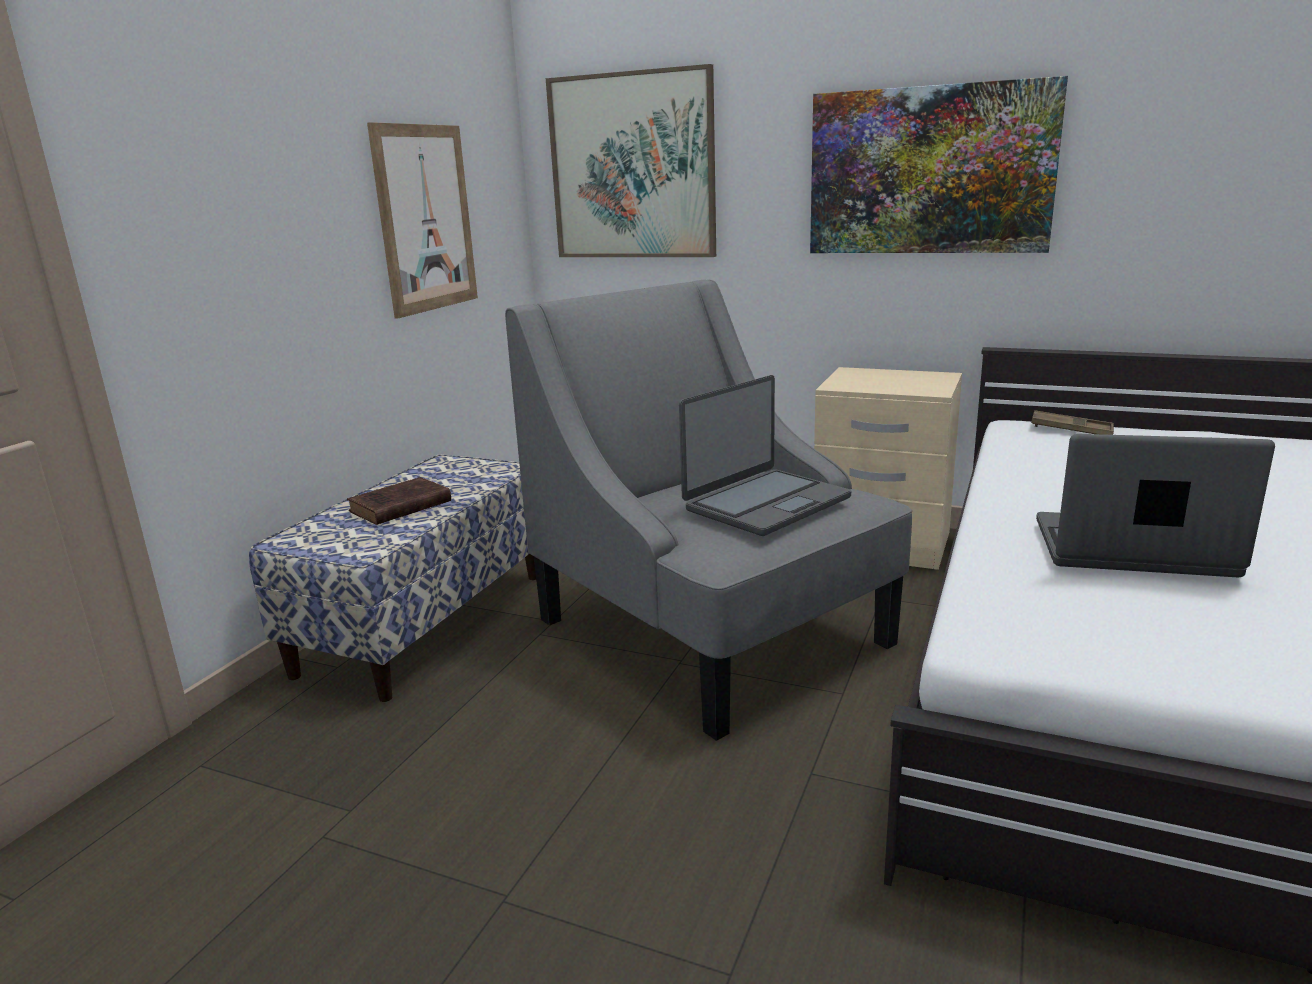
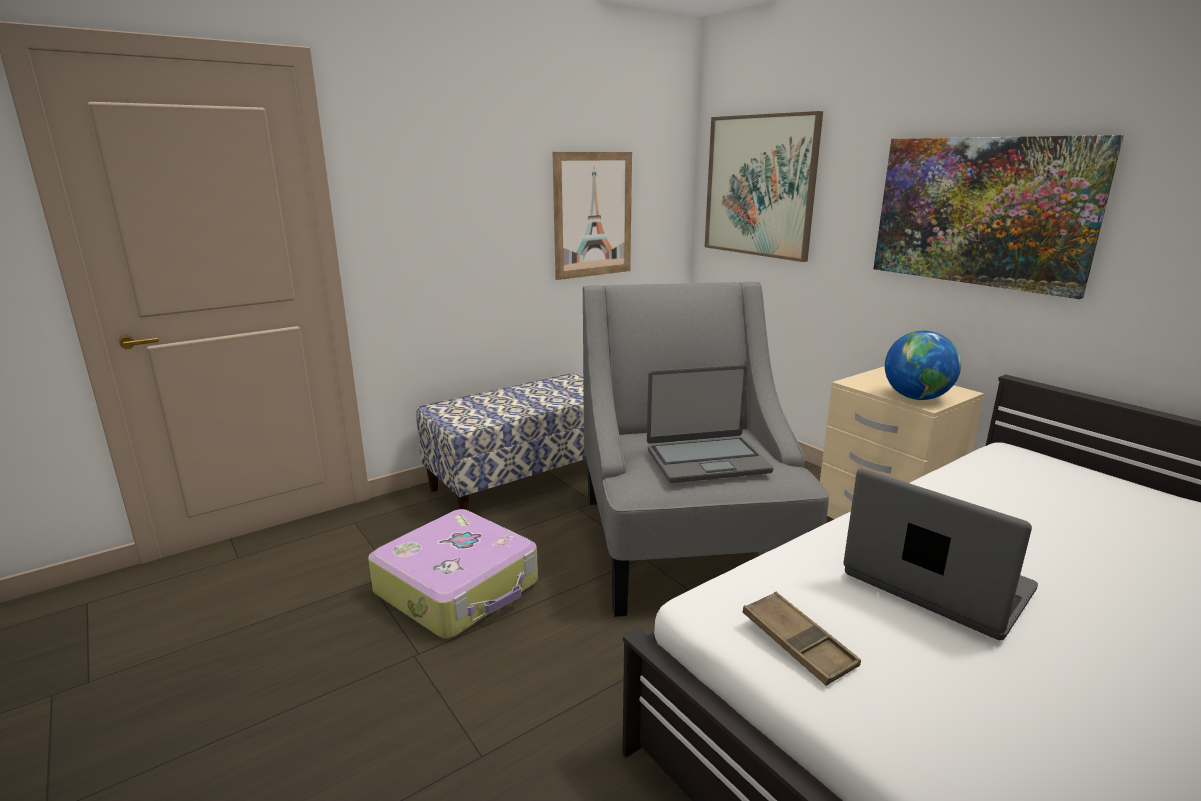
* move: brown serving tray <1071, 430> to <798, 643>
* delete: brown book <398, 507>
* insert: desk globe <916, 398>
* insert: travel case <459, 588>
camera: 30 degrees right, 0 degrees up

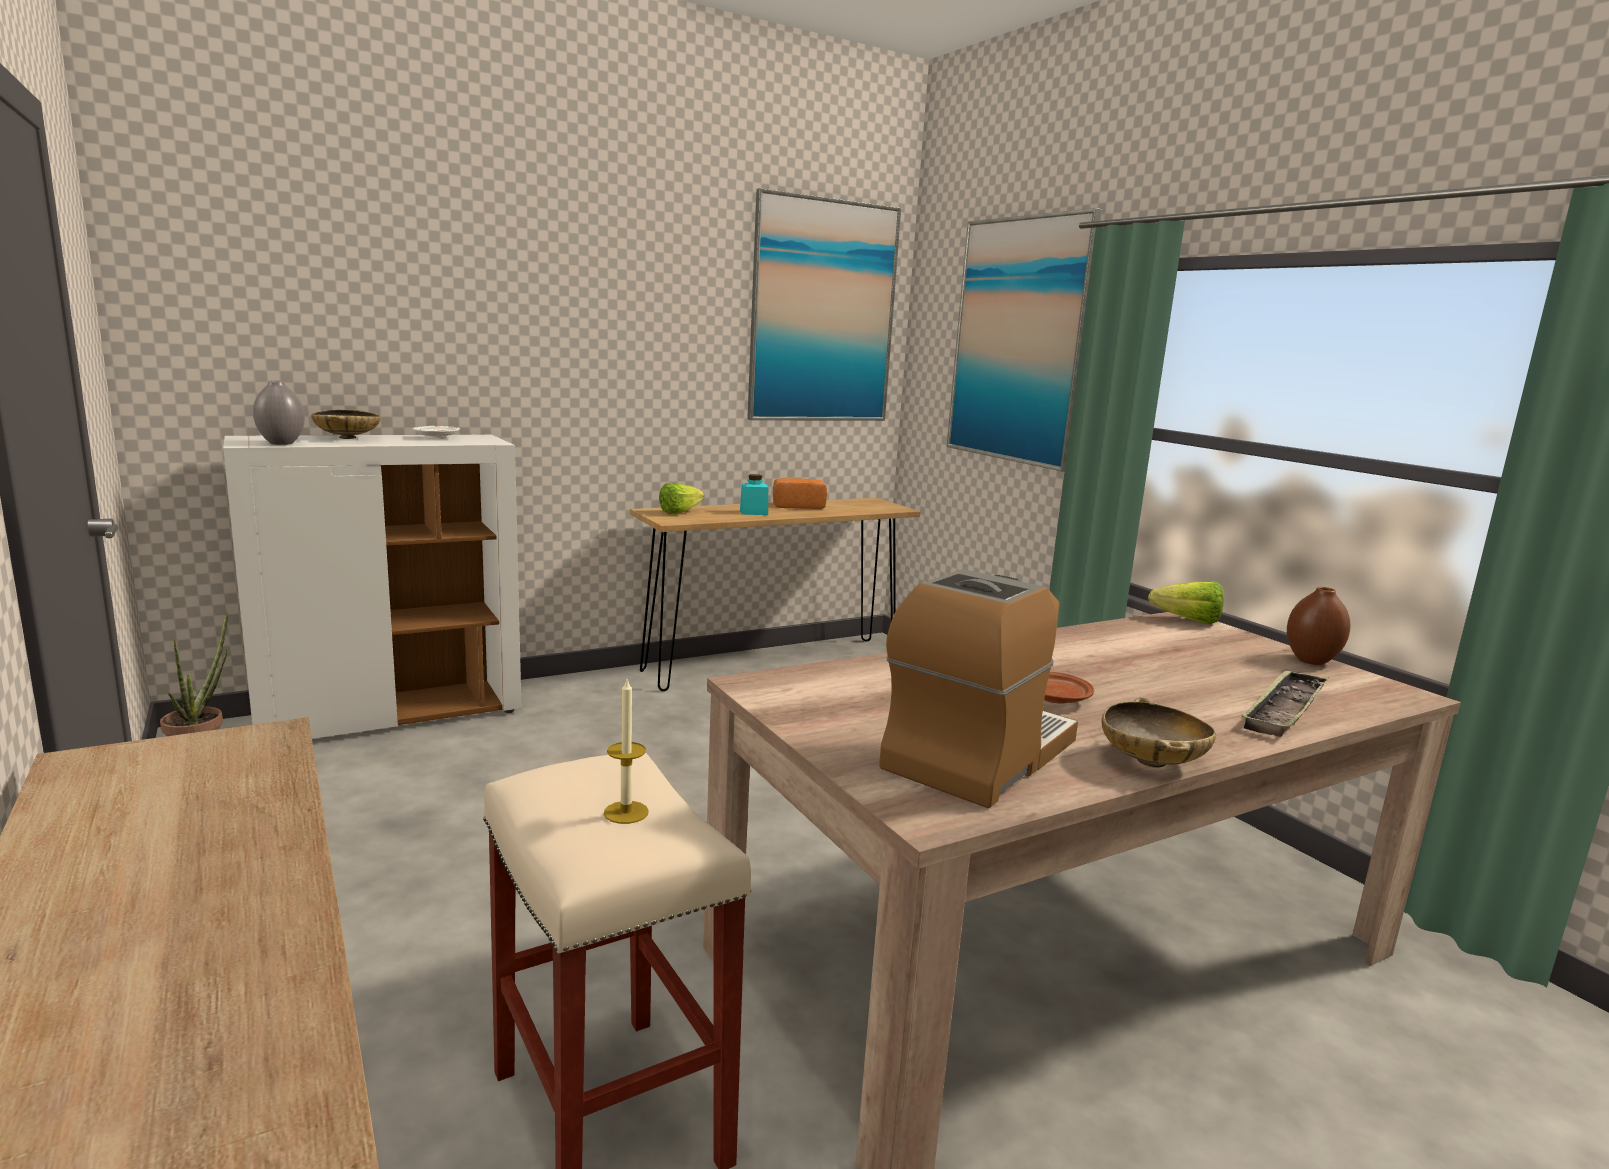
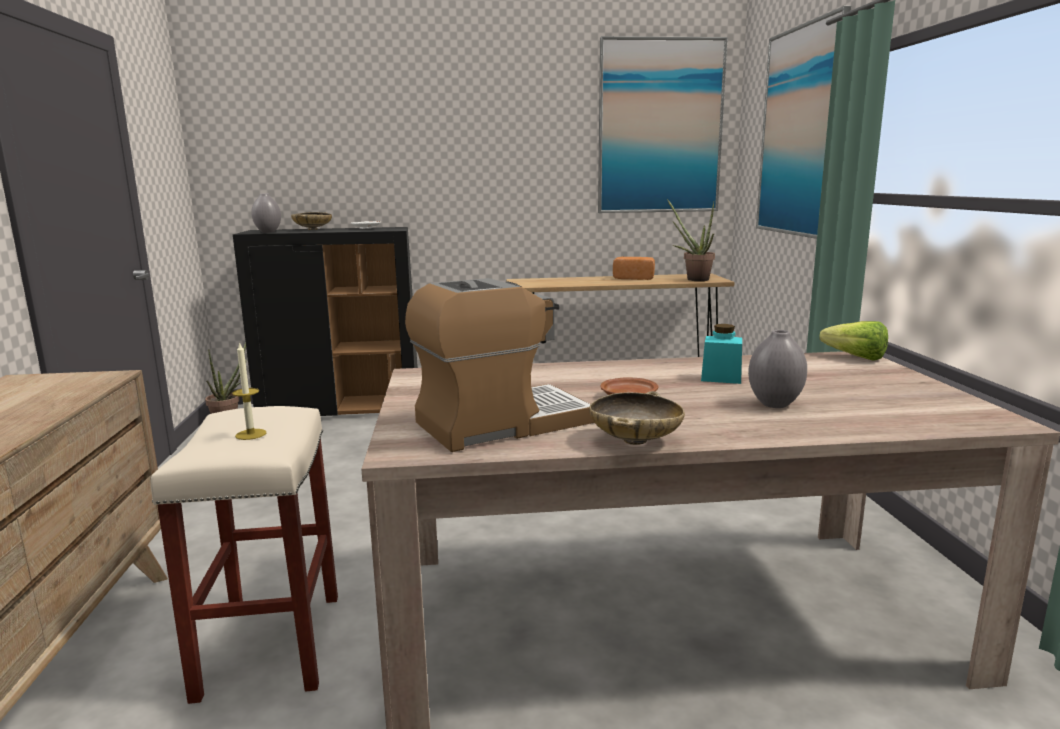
* recolor: whitish cabinet <392, 715> to black-coloured cabinet <342, 410>
* move: blue-green jar <753, 512> to <721, 378>
* delete: lettuce <683, 512>
* delete: brown decorative vase <1311, 661>
* delete: serving tray <1284, 710>
* insert: potted plant <693, 279>
* insert: greyish decorative vase <774, 404>
camera: 25 degrees right, 0 degrees up

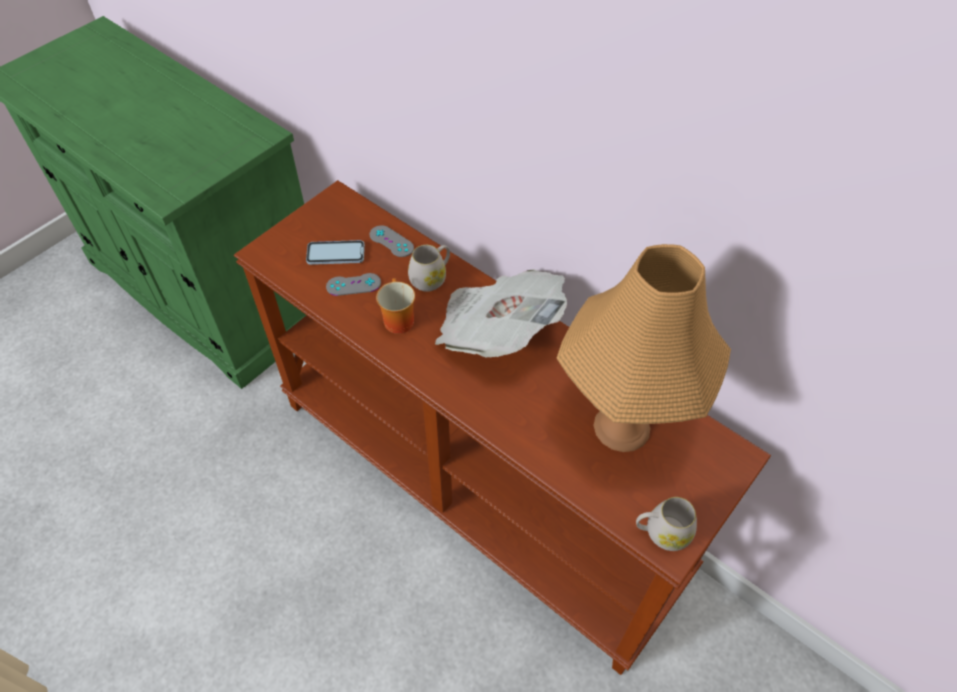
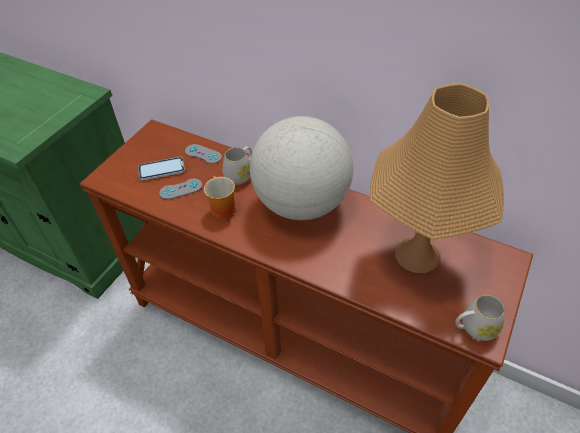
* replace: printed paper <496, 331> to desk globe <301, 203>
camera: 10 degrees left, 5 degrees down

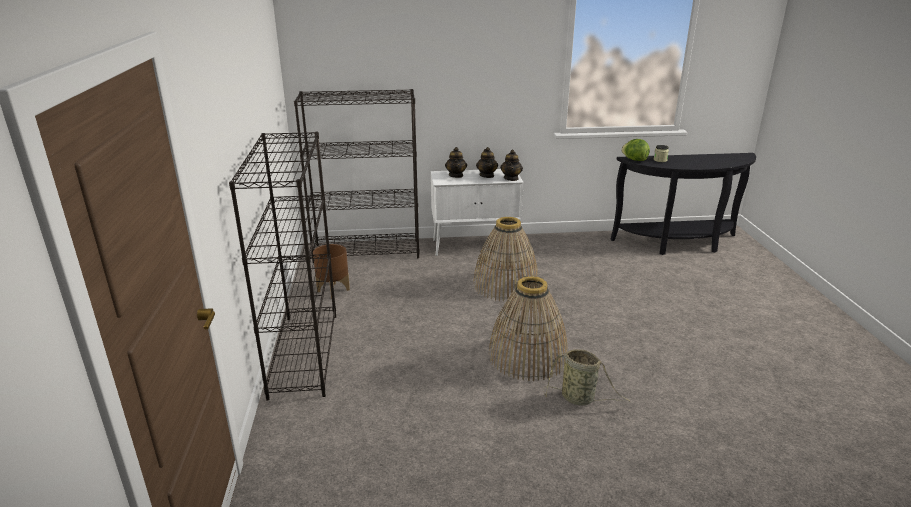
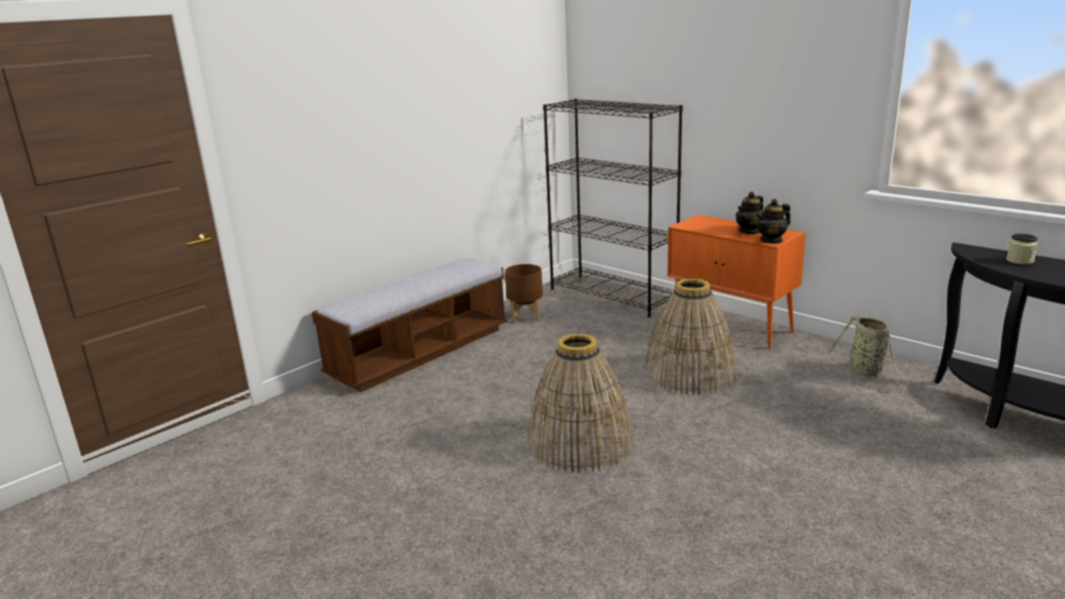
* replace: black-coloured bookcase <304, 353> to long seat <420, 352>
* delete: lettuce <634, 160>
* delete: pot for tea <456, 175>
* recolor: whitish cabinet <475, 246> to orange-coloured cabinet <731, 327>
* move: storage basket <580, 398> to <867, 372>
camera: 50 degrees right, 5 degrees down

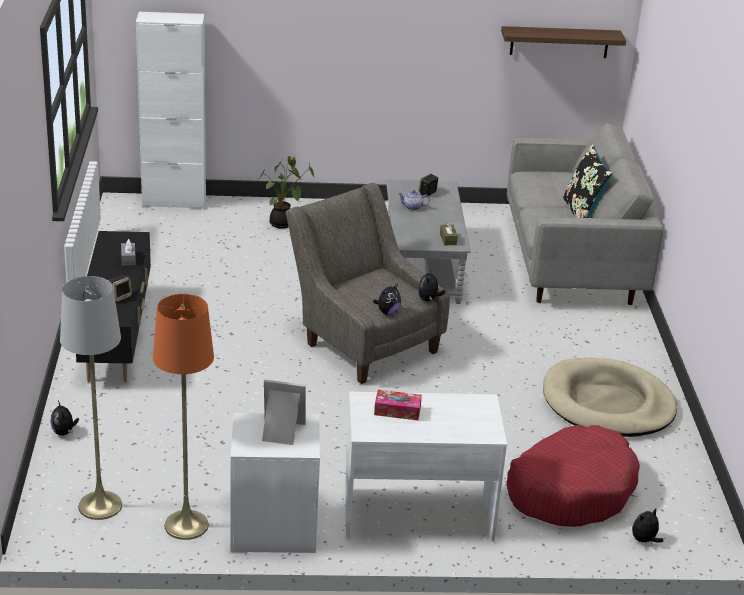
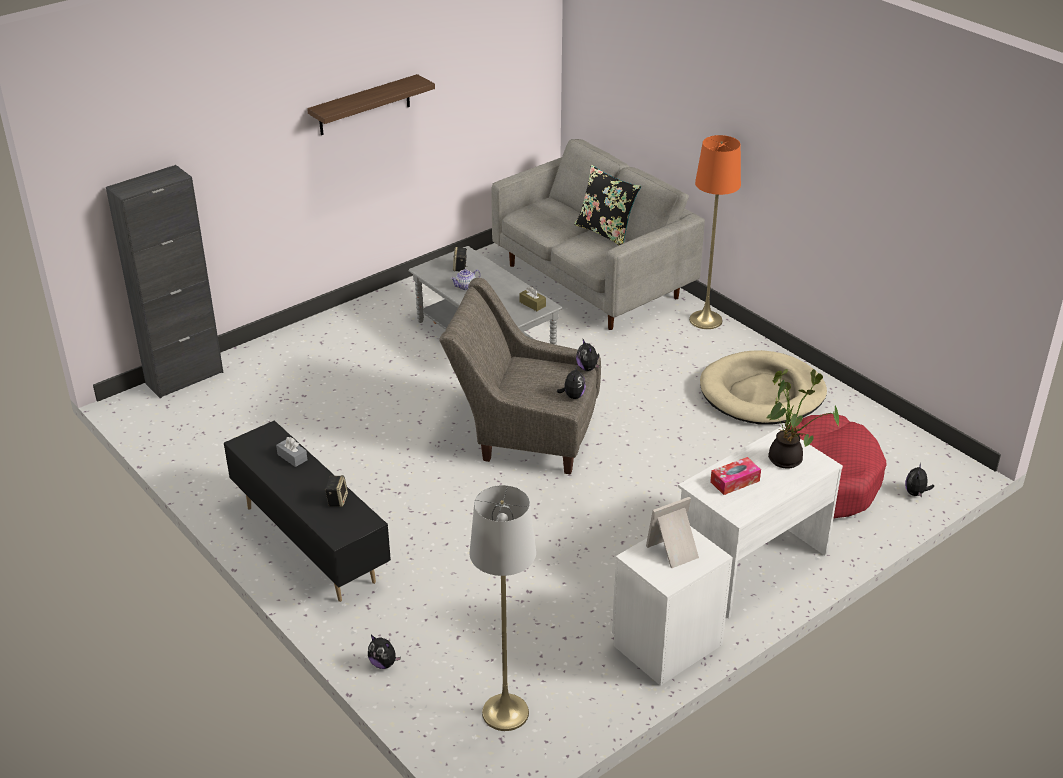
* recolor: whitish cabinet <174, 201> to black-coloured cabinet <184, 378>
* move: wall shelf <559, 42> to <364, 105>
* move: potted plant <283, 224> to <788, 459>
* move: orange-coloured standing lamp <186, 525> to <705, 320>
camera: 35 degrees left, 5 degrees up

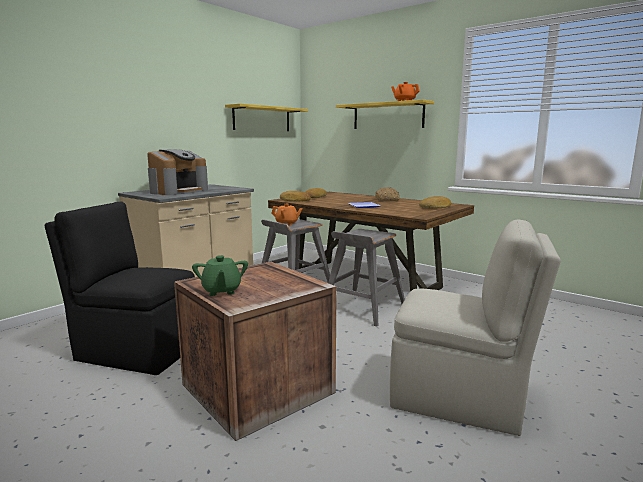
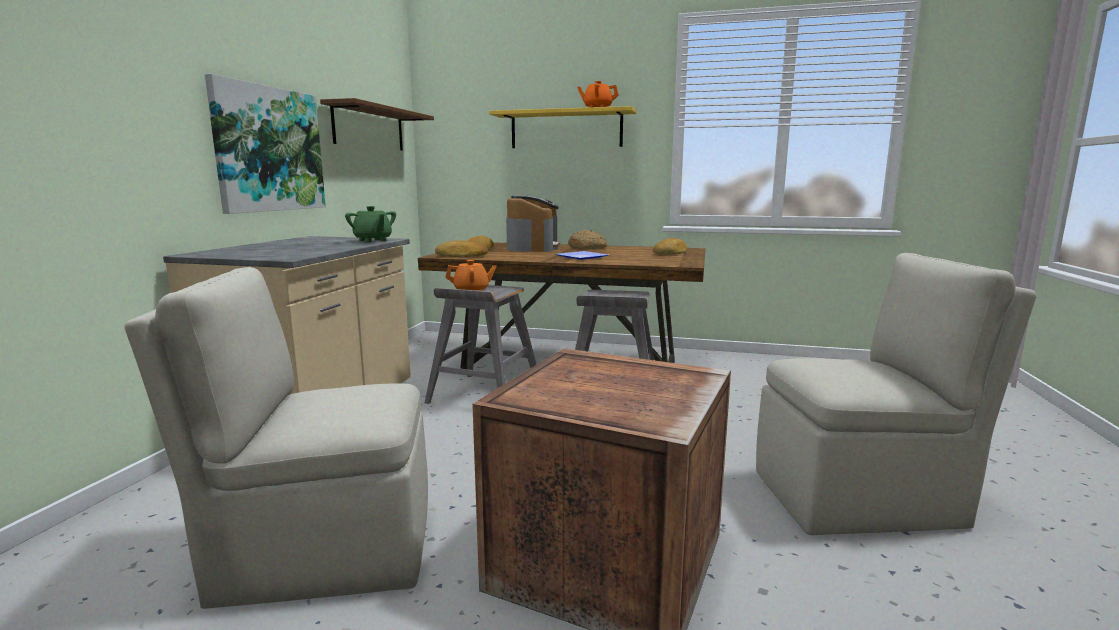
* recolor: yellowish wall shelf <262, 119> to brown wall shelf <369, 128>
* move: coffee machine <178, 191> to <533, 247>
* recolor: black-coloured plain chair <137, 350> to beige plain chair <322, 551>
* move: greenish pot for tea <221, 291> to <373, 240>
* insert: picture <269, 149>
camera: 25 degrees left, 0 degrees up

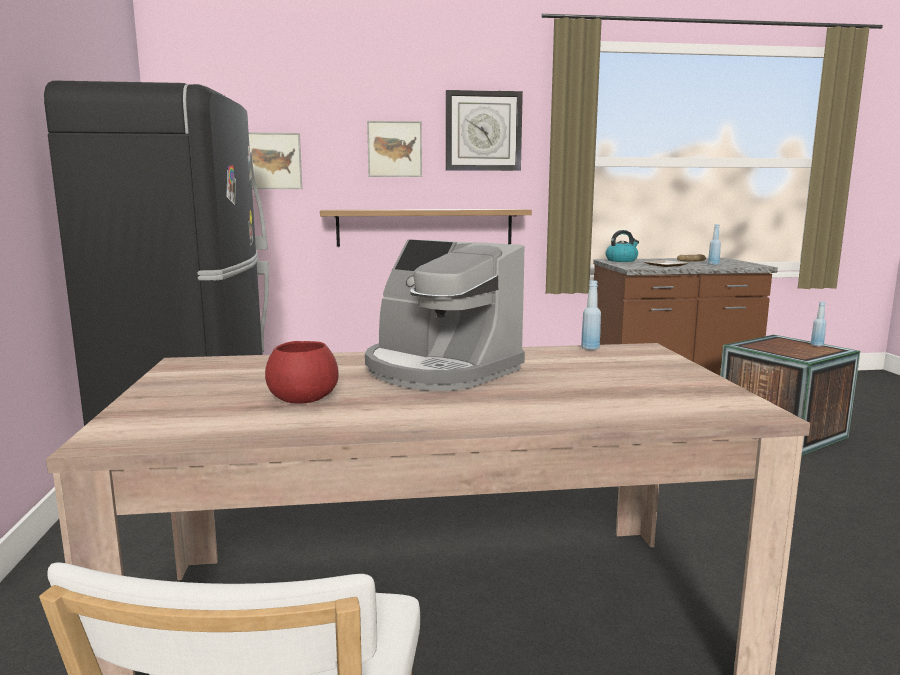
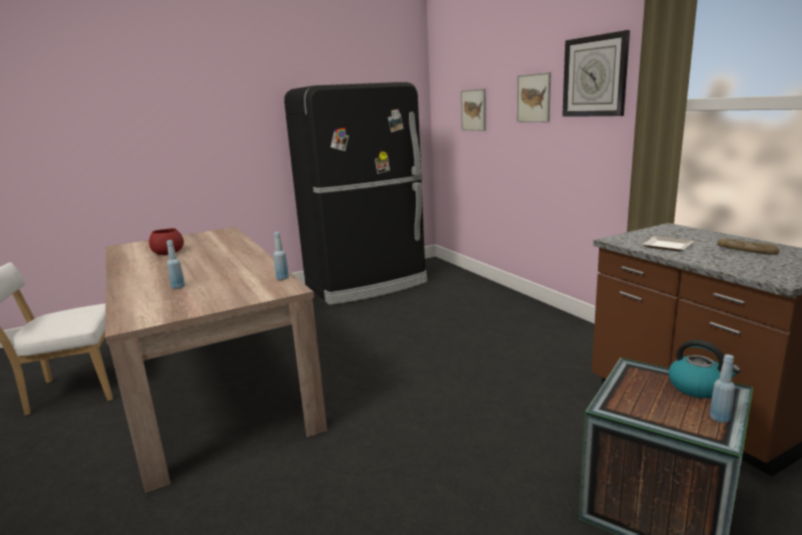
* delete: wall shelf <425, 227>
* move: blue-coloured beverage bottle <713, 264> to <178, 287>
* move: water kettle <621, 260> to <698, 387>
* delete: coffee machine <439, 370>
camera: 70 degrees right, 5 degrees up

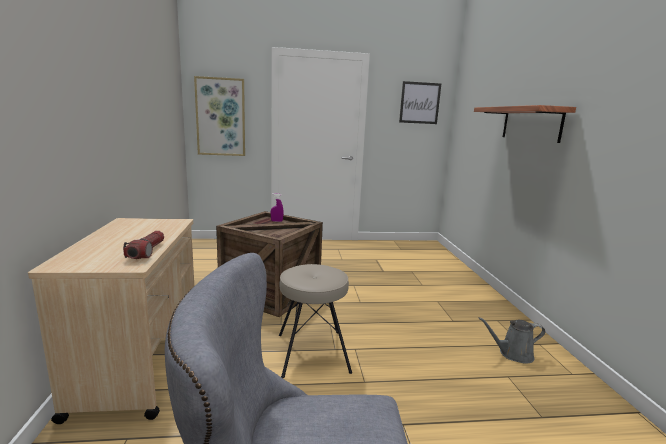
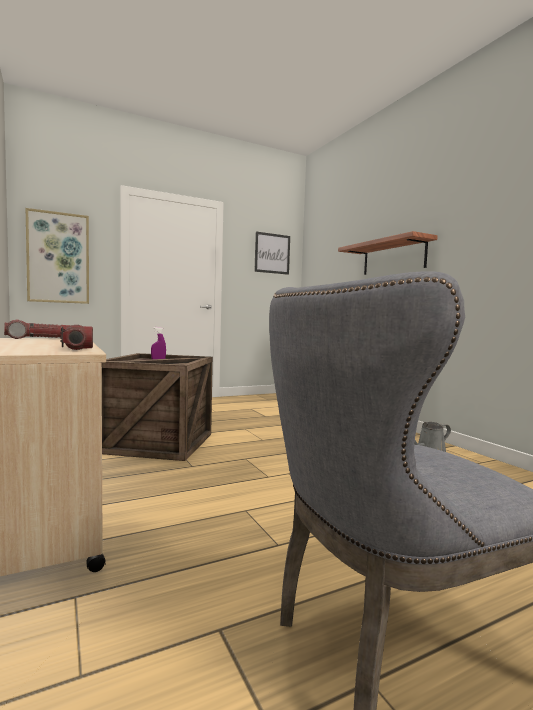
* delete: beige sitting stool <311, 353>
* insert: torch <39, 339>
camera: 20 degrees left, 10 degrees down

